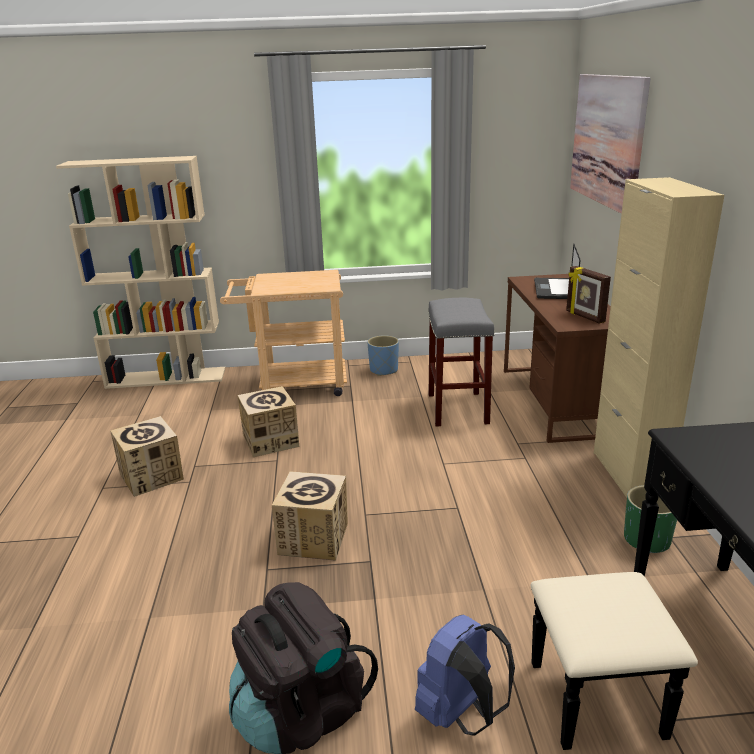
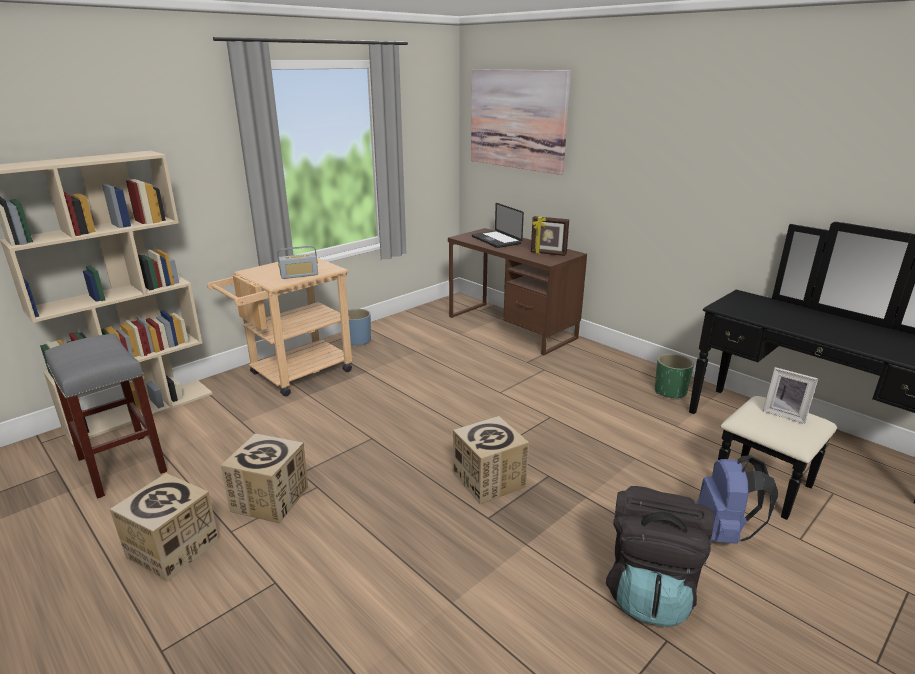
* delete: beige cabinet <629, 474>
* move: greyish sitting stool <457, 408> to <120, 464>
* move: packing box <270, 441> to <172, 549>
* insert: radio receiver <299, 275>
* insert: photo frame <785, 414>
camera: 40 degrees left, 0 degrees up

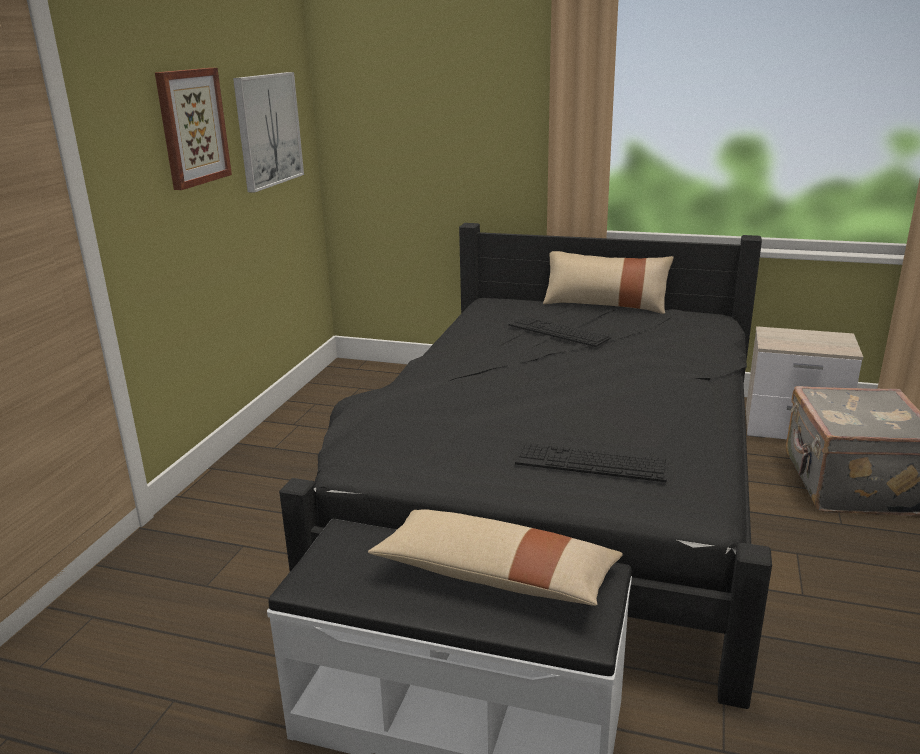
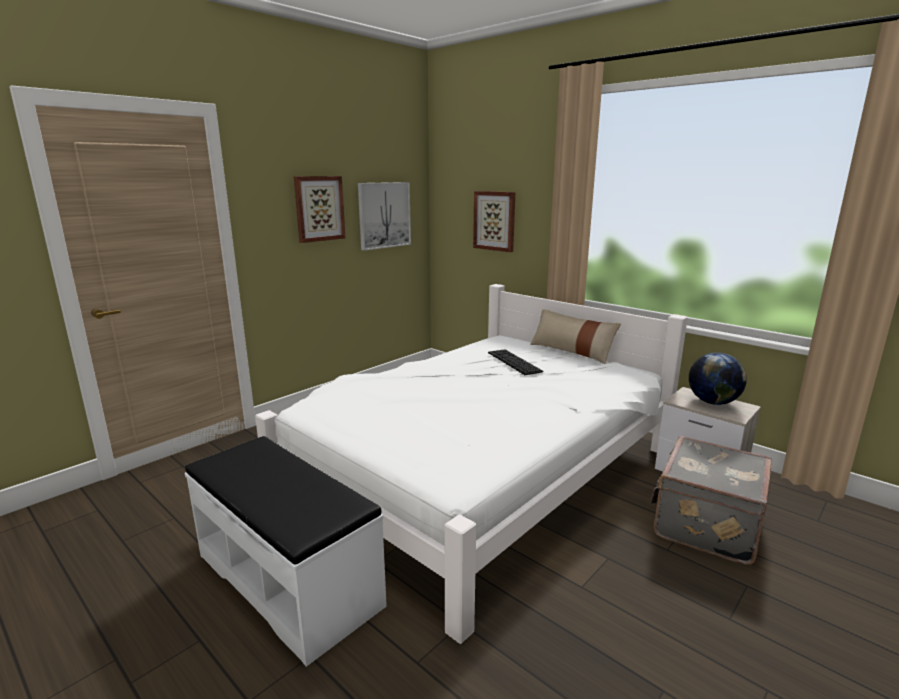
* recolor: black-coloured bed <559, 495> to whitish bed <479, 472>
* delete: computer keyboard <591, 462>
* delete: beige pillow <496, 576>
* insert: picture <495, 221>
* insert: desk globe <712, 402>
camera: 25 degrees right, 5 degrees down

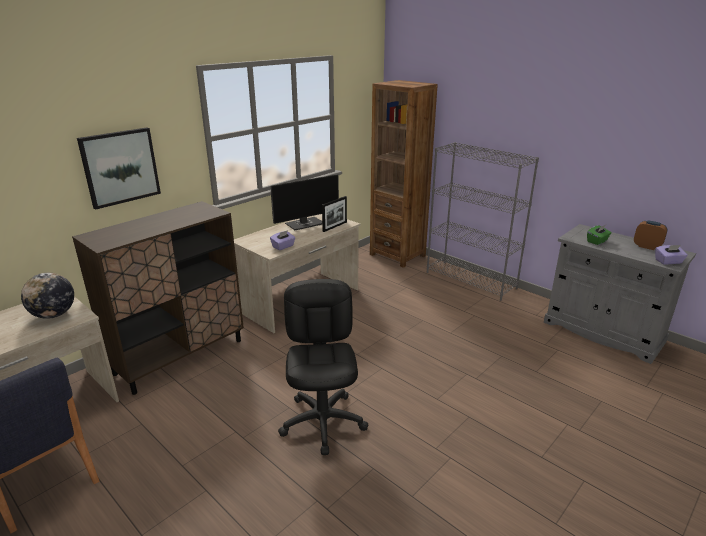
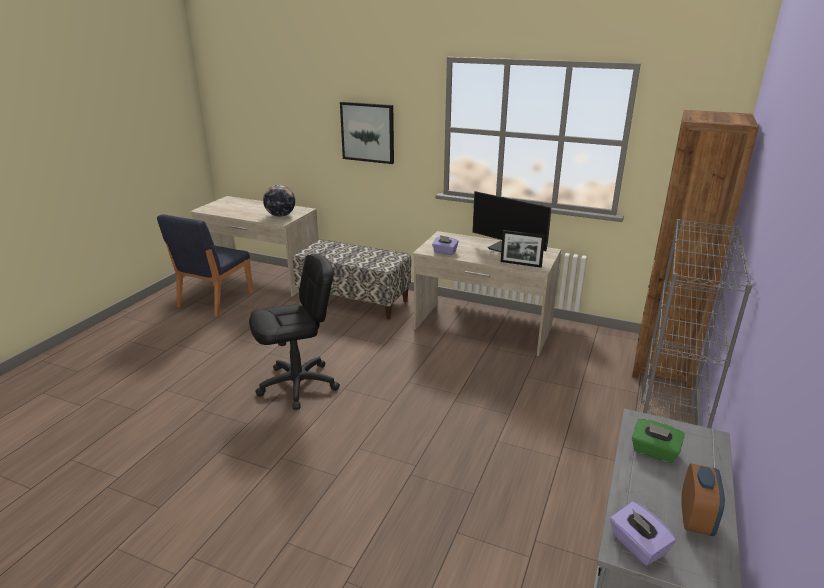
* replace: brown cabinet <180, 356> to long seat <354, 300>
camera: 70 degrees right, 0 degrees up

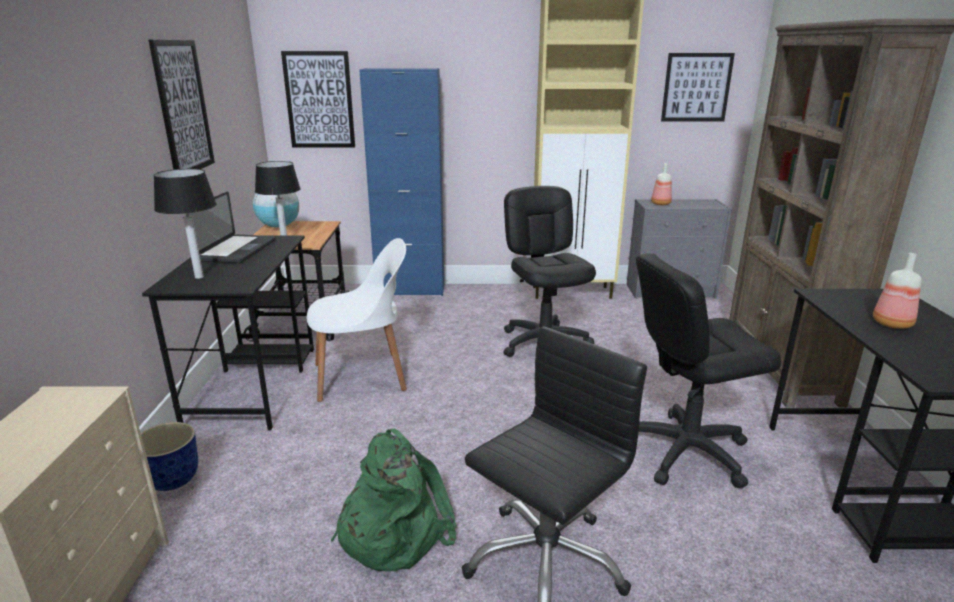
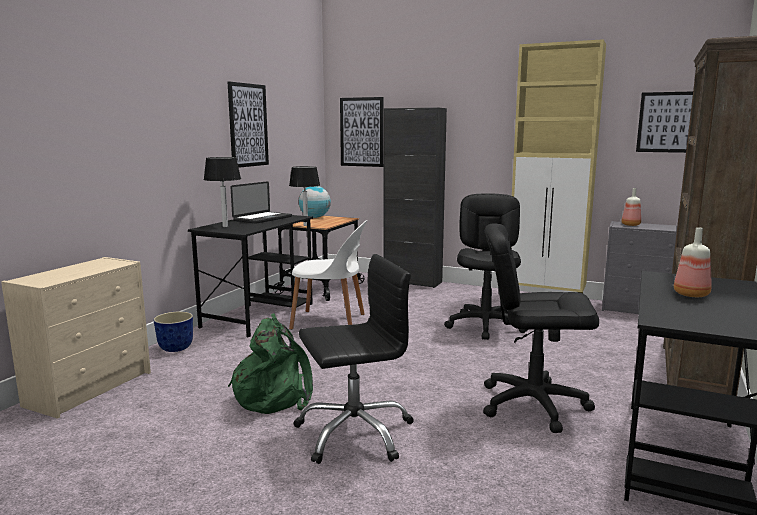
* recolor: blue-coloured cabinet <410, 290> to black-coloured cabinet <412, 282>
camera: 25 degrees right, 10 degrees down

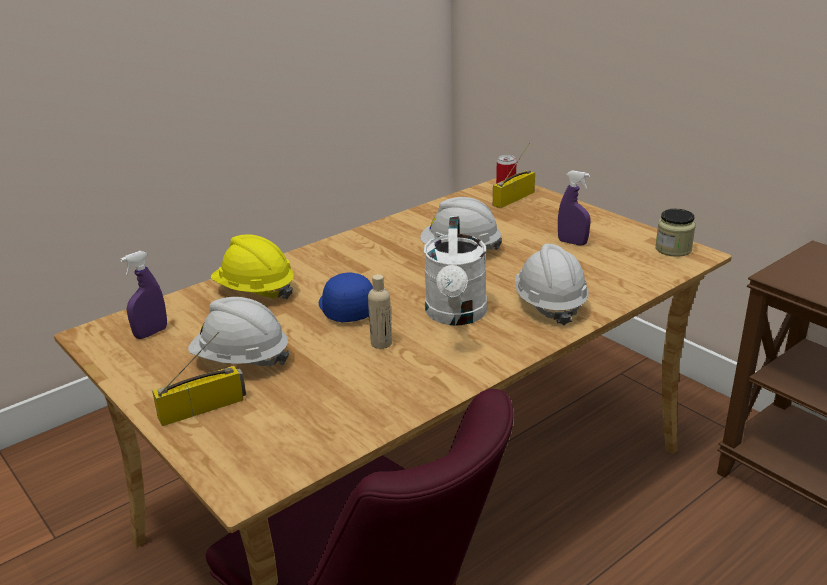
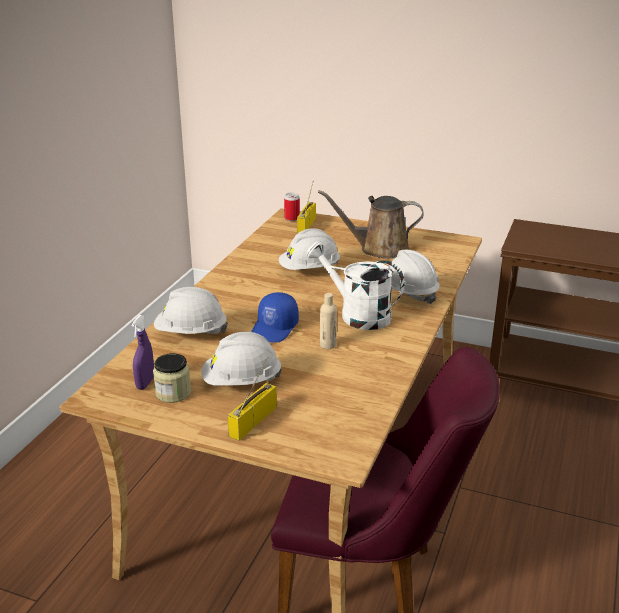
* replace: purple spray bottle <572, 242> to brown sprinkling can <379, 249>
* move: jar <673, 249> to <173, 393>
* rotate: whitish sprinkling can <456, 316> = <357, 315> 150 degrees clockwise
* recolor: yellowish hard hat <255, 291> to whitish hard hat <191, 333>
* rotate: blue-coloured cap <345, 309> = <275, 329> 105 degrees counterclockwise
camera: 30 degrees left, 0 degrees up

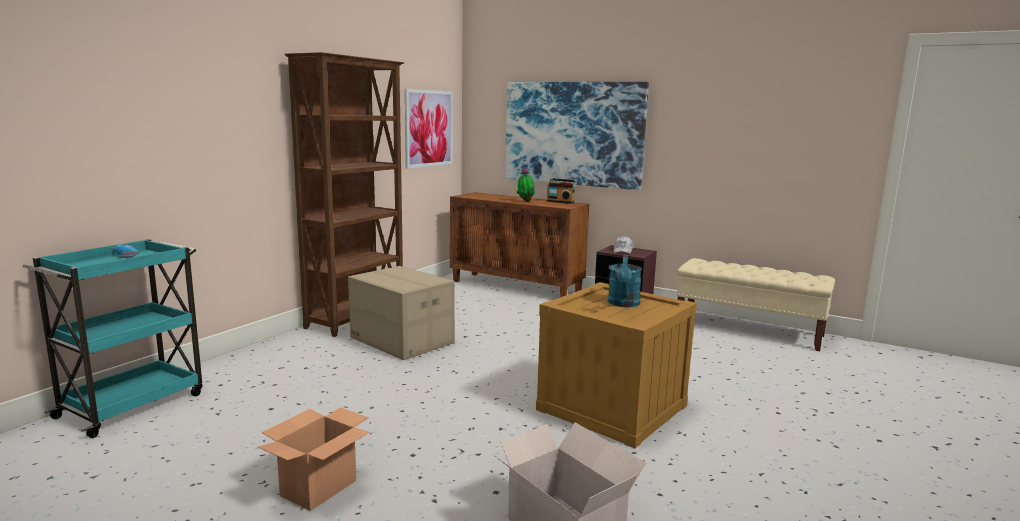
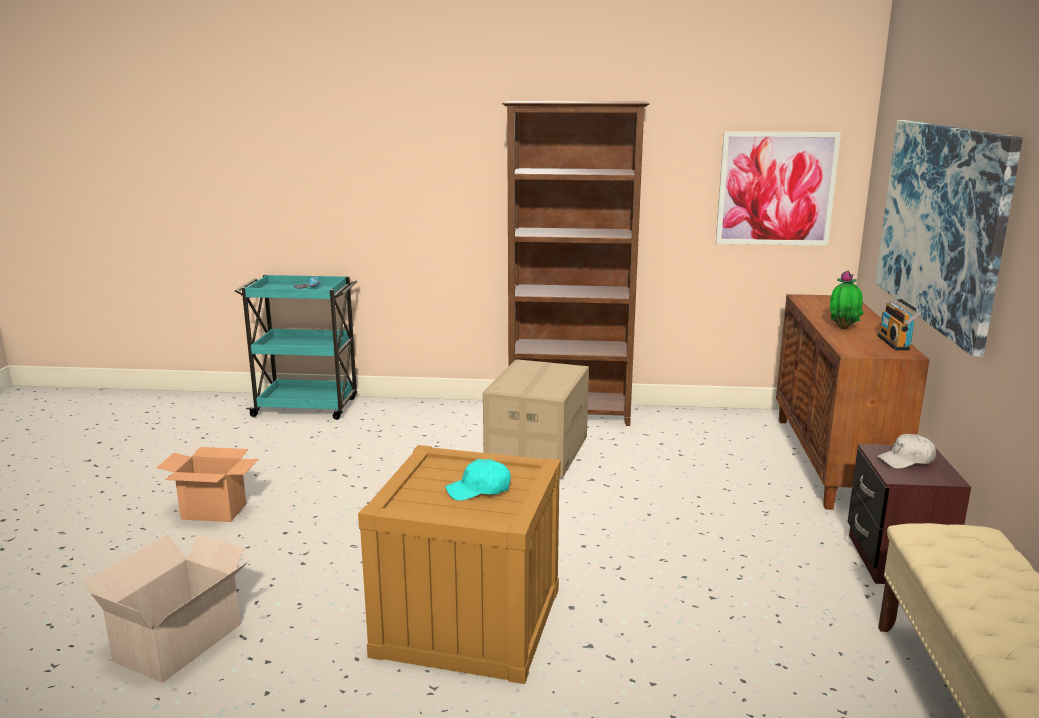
* replace: blue-green sprinkling can <623, 304> to blue-green cap <479, 490>
camera: 65 degrees right, 5 degrees up

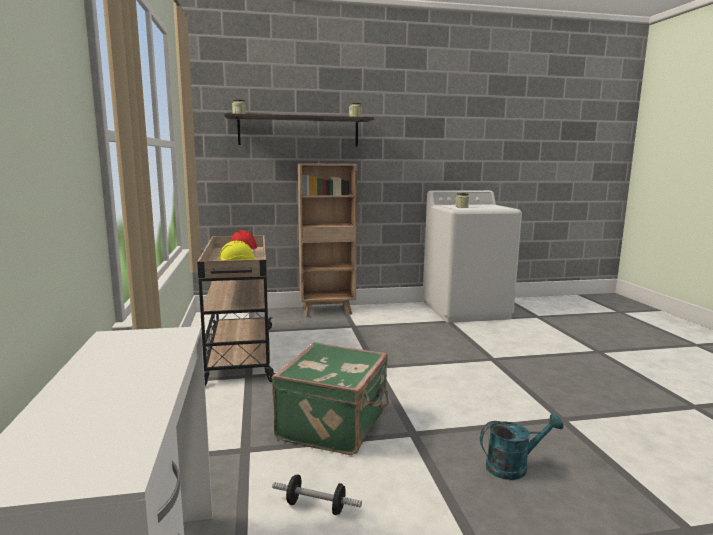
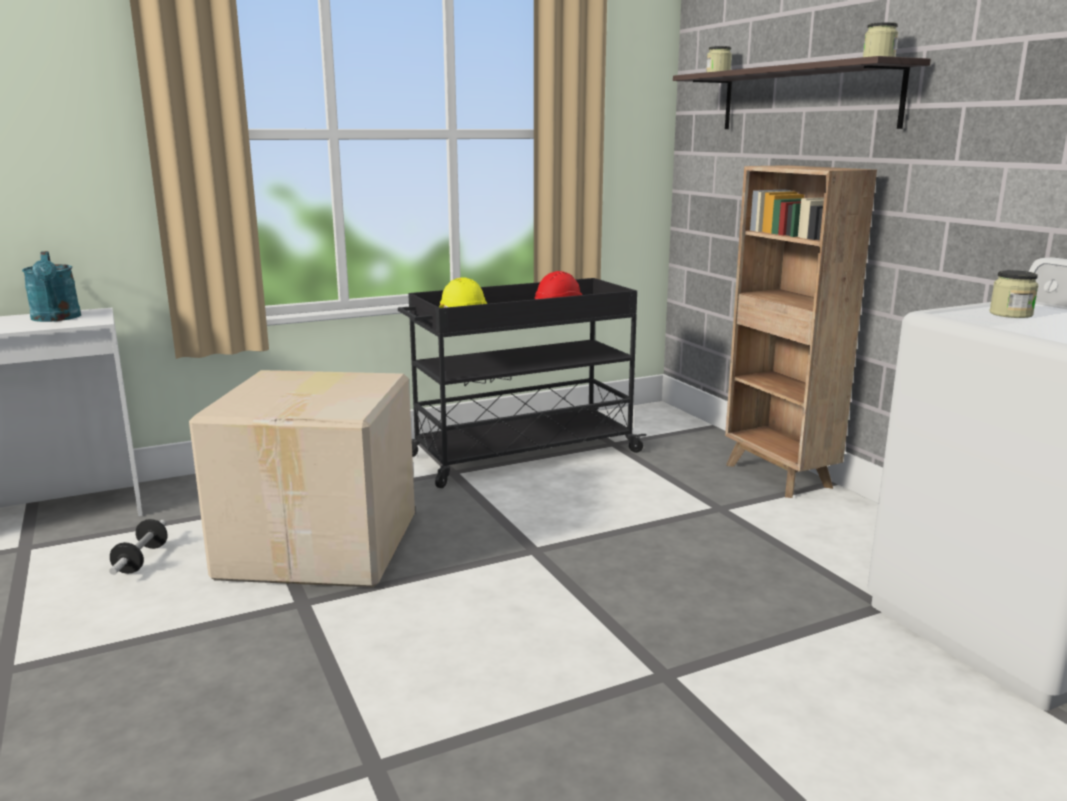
* recolor: beige cart <240, 354> to black-coloured cart <521, 454>
* replace: greenish travel case <335, 424> to packing box <323, 545>
* move: blue-green sprinkling can <513, 466> to <56, 318>
camera: 75 degrees right, 5 degrees up

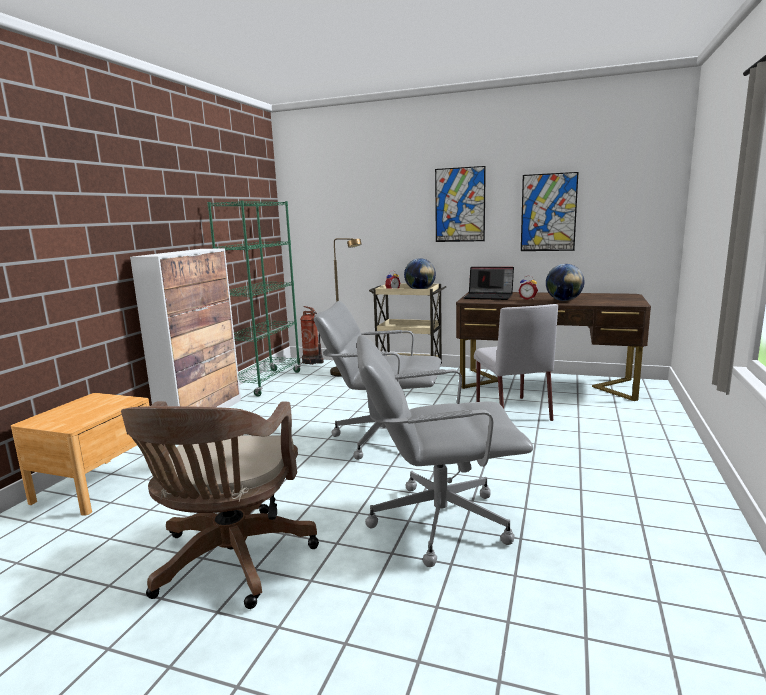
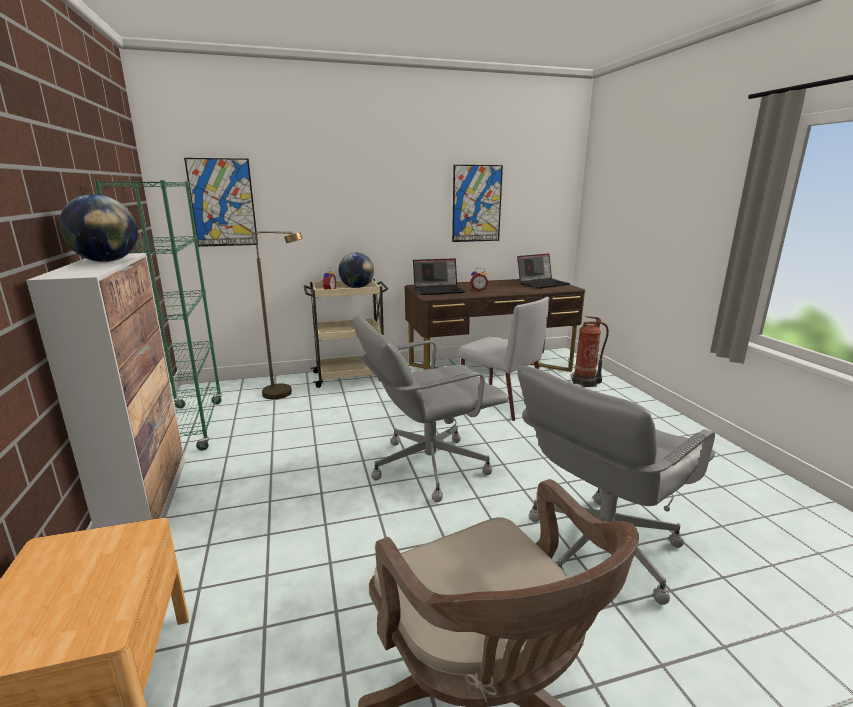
* move: picture <460, 205> to <222, 203>
* move: desk globe <563, 300> to <106, 261>
* move: fire extinguisher <312, 362> to <585, 383>
* insert: portable computer <542, 284>
camera: 35 degrees left, 5 degrees up

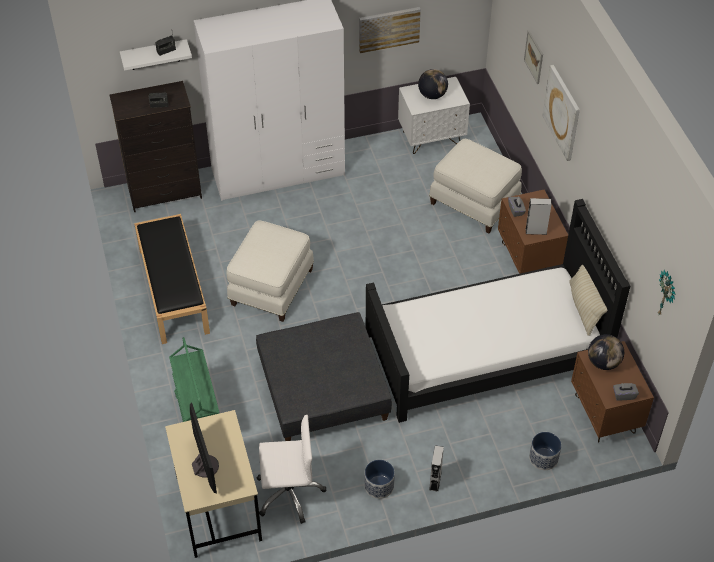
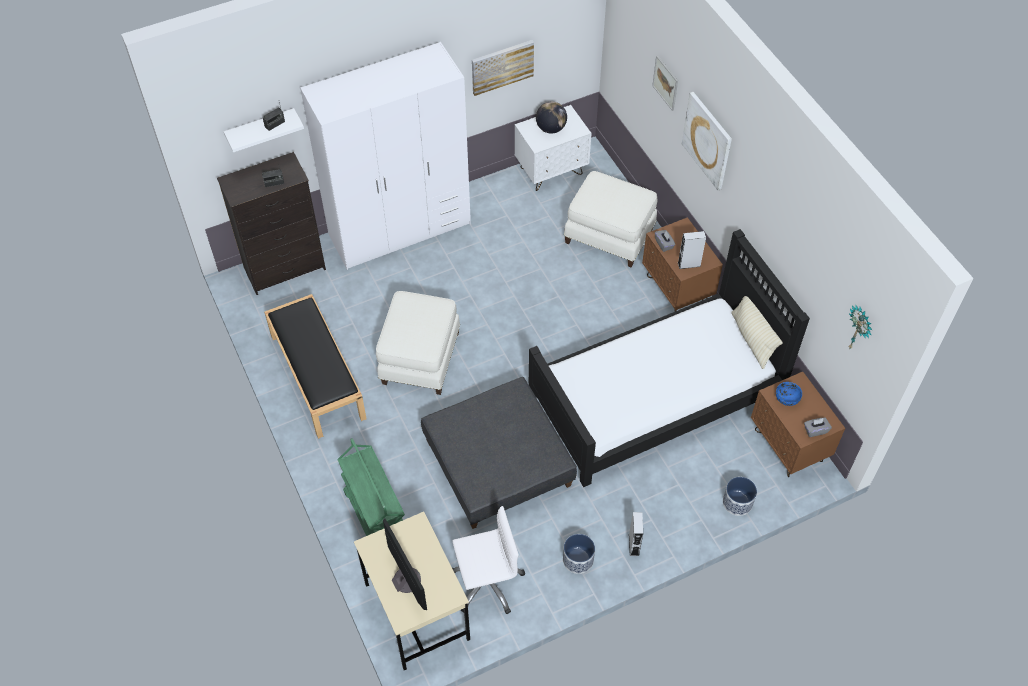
* replace: desk globe <603, 362> to blue-coloured bowl <787, 398>
camera: 10 degrees left, 5 degrees up

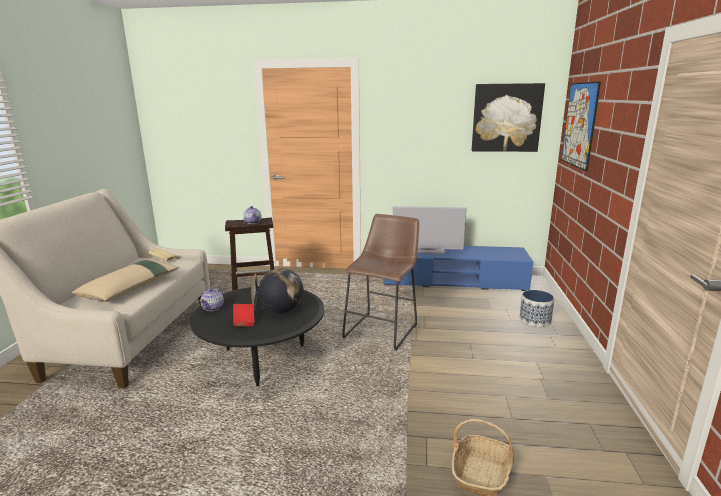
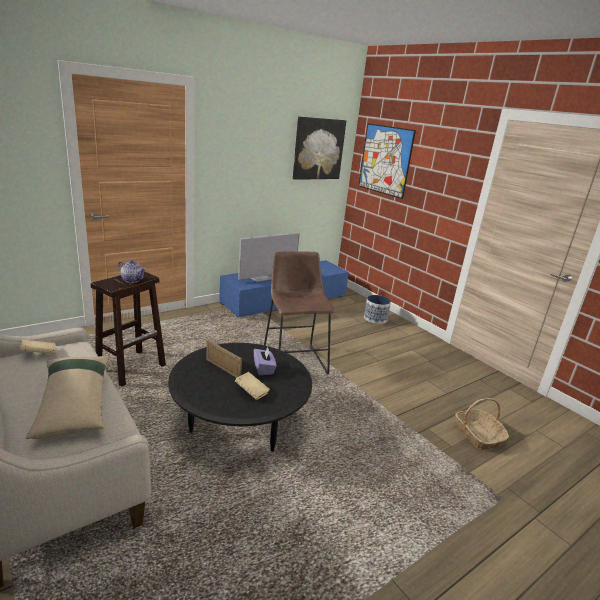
* replace: desk globe <282, 310> to purple tissue holder <264, 369>
* delete: pot for tea <213, 308>
* recolor: red book <244, 321> to beige book <251, 392>
camera: 45 degrees left, 5 degrees up

